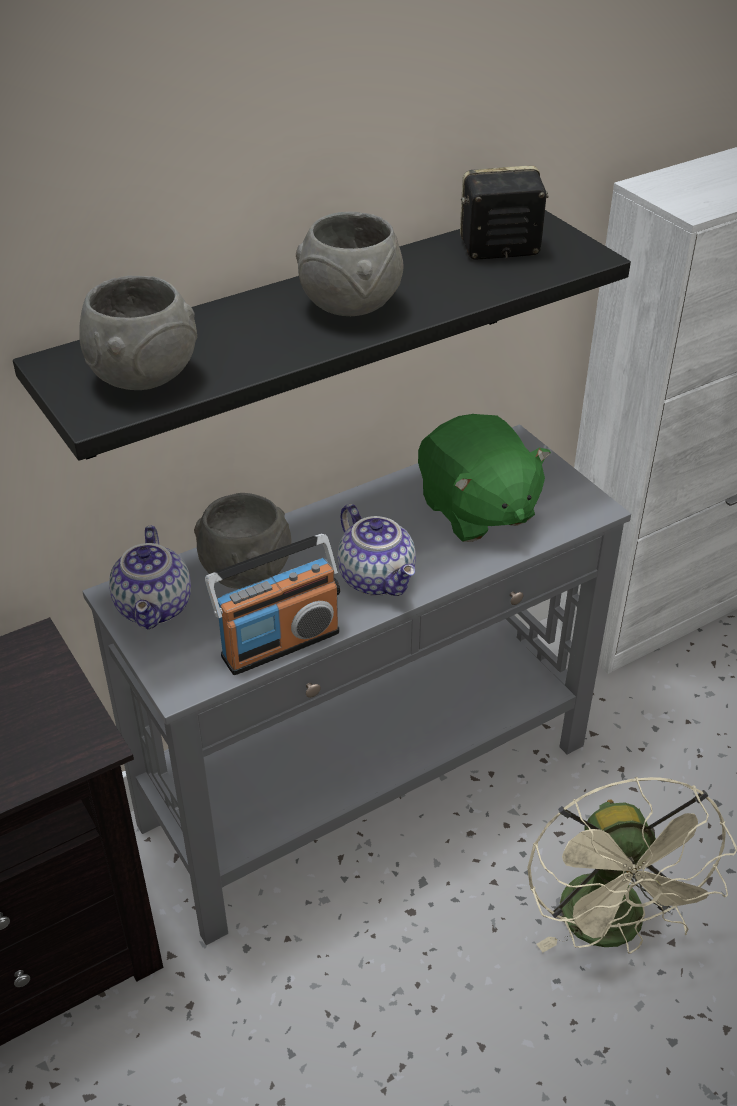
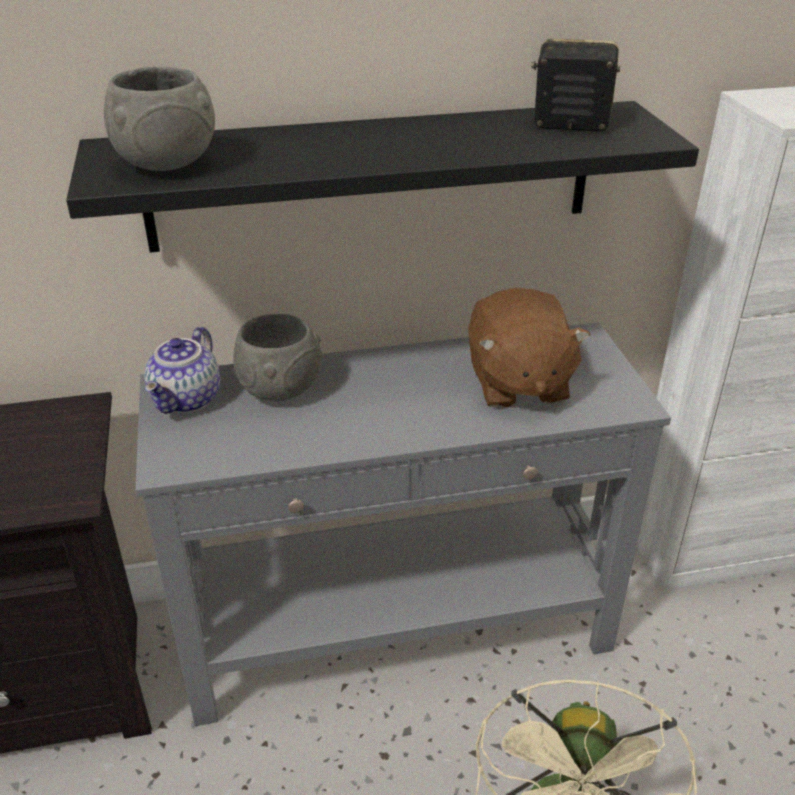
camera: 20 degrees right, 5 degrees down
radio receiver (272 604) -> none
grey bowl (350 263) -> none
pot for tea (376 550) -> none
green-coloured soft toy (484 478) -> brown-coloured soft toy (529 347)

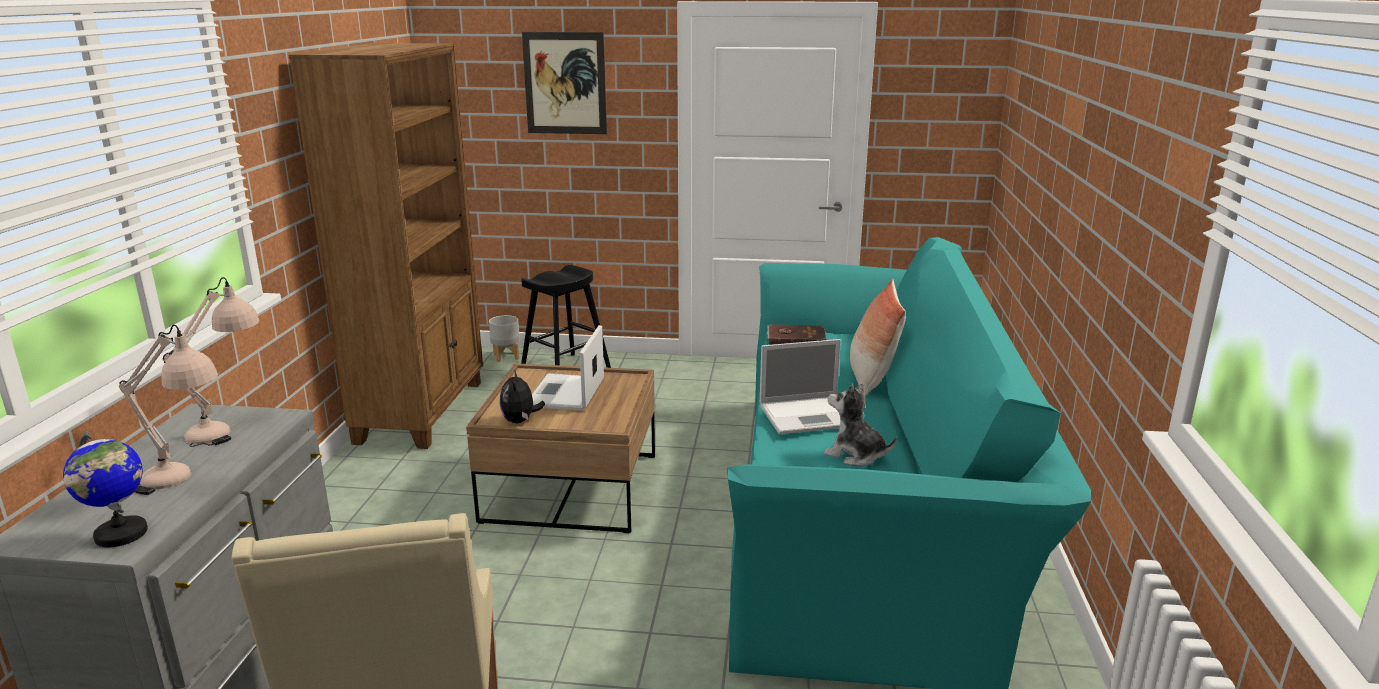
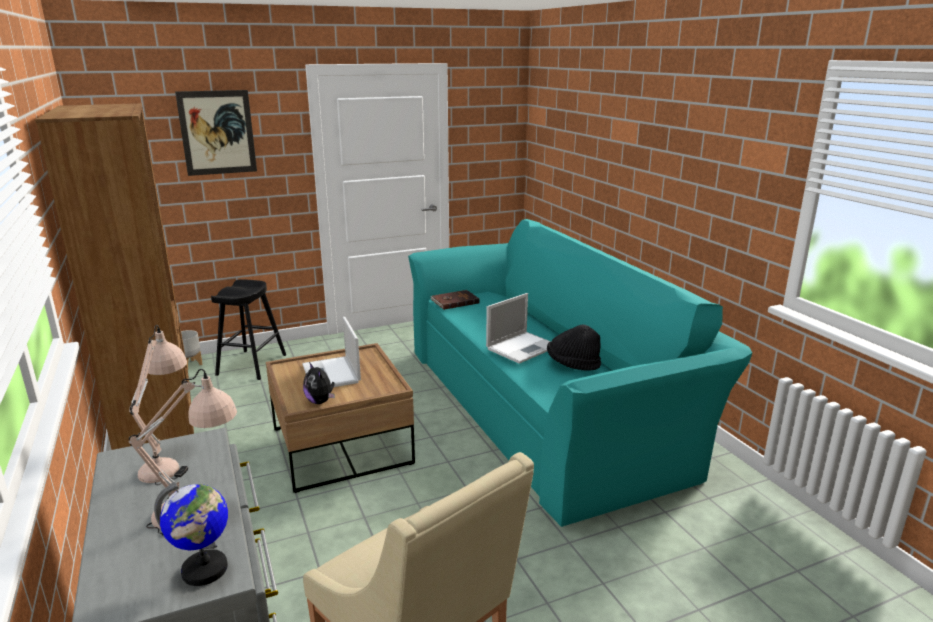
camera: 30 degrees left, 0 degrees up
pillow (878 337) -> none
soft toy (860 424) -> black clothing hat (574 348)

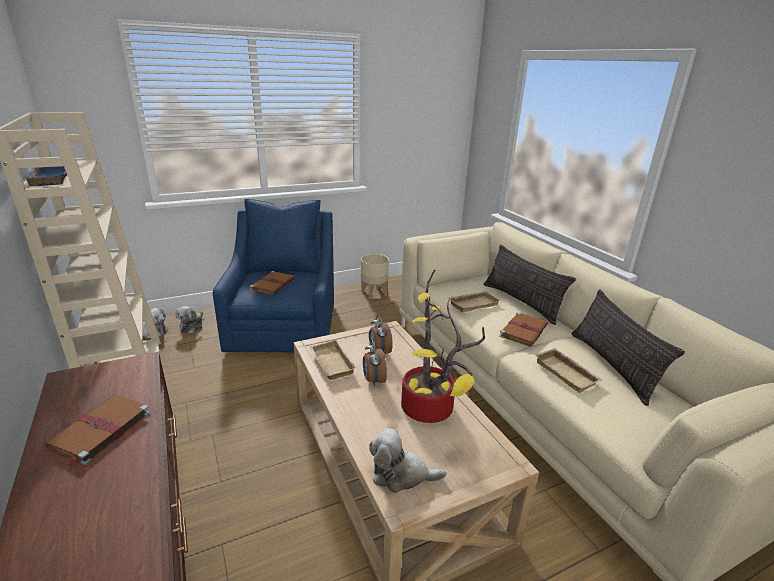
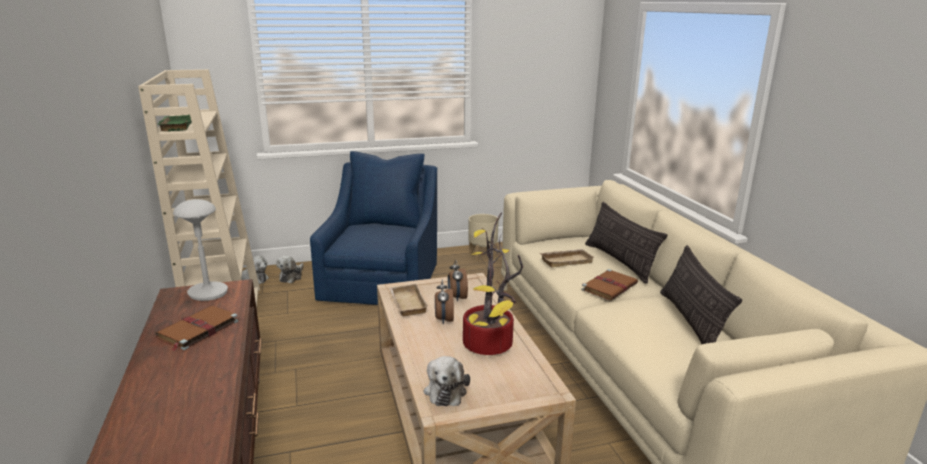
camera: 10 degrees right, 5 degrees down
brown-coloured bound book (272 283) -> none
beige-coloured carrying tray (568 370) -> none
none -> grey tabletop lamp (200 250)
blue-coloured carrying tray (45 176) -> green-coloured carrying tray (174 123)
soft toy (407 460) -> soft toy (447 381), 105 degrees counterclockwise

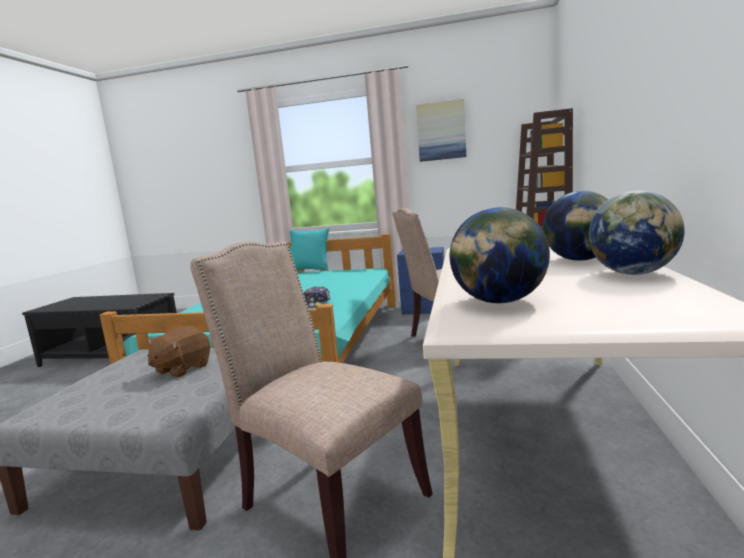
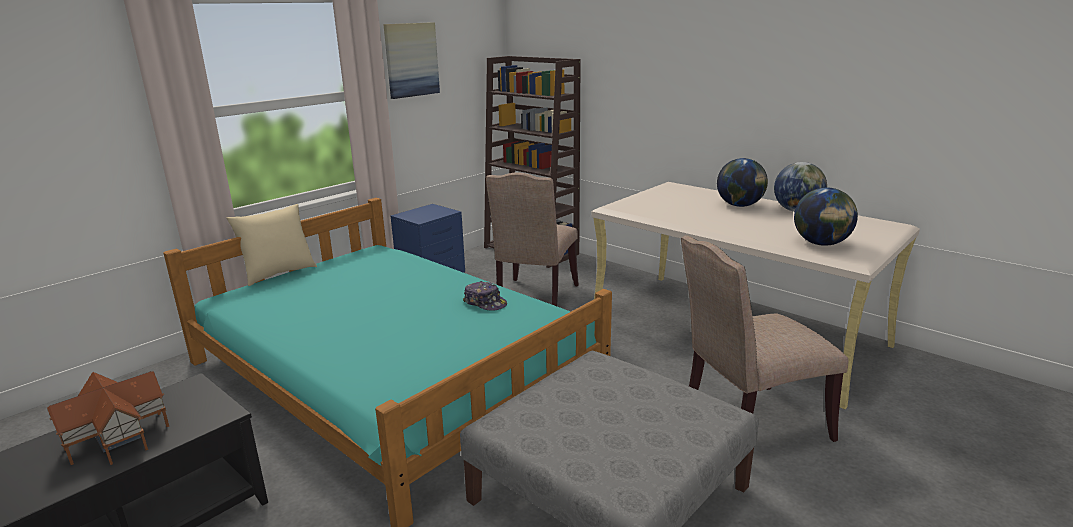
camera: 60 degrees left, 10 degrees up
brown-coloured soft toy (178 352) -> none
none -> model house (108 418)
turquoise pillow (309 249) -> beige-coloured pillow (271 245)

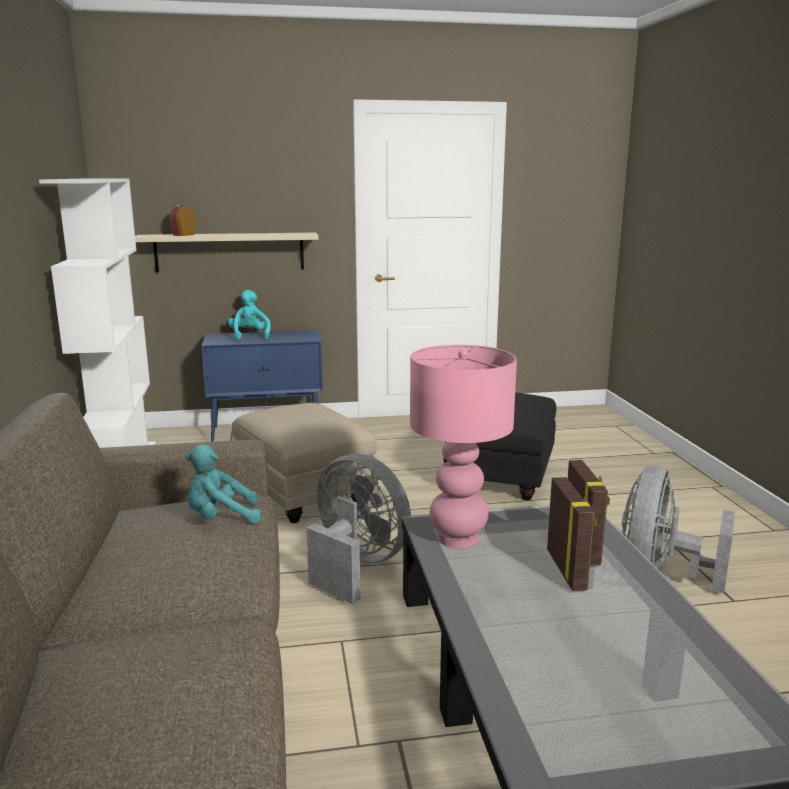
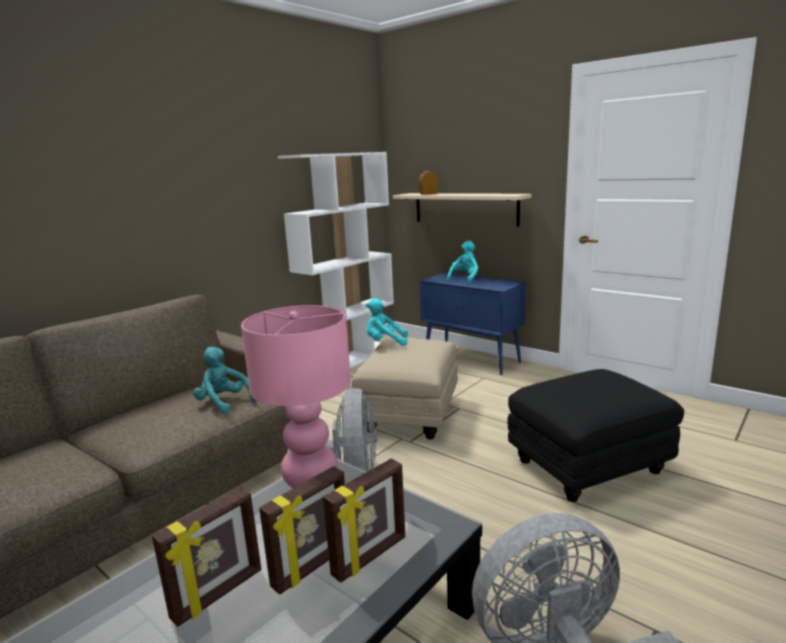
camera: 50 degrees right, 0 degrees up
none -> photo frame (206 557)
none -> turquoise soft toy (387 322)

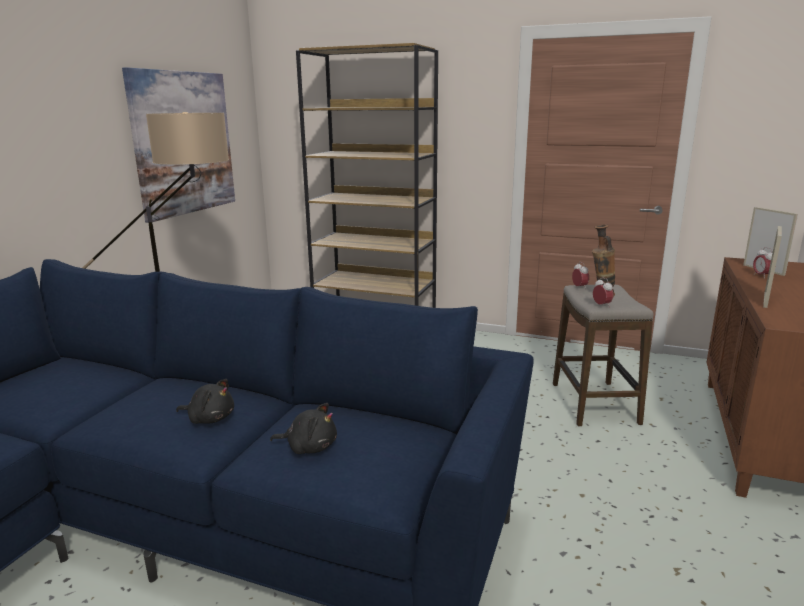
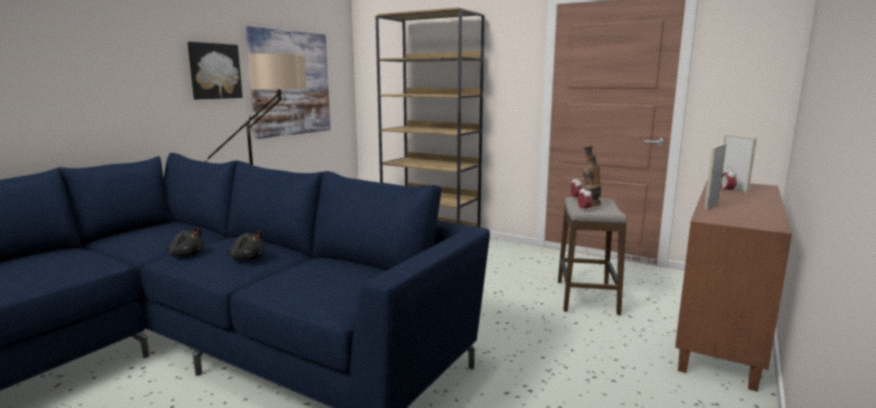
camera: 10 degrees right, 5 degrees down
none -> picture (215 70)
black soft toy (303 428) -> black soft toy (185 242), move

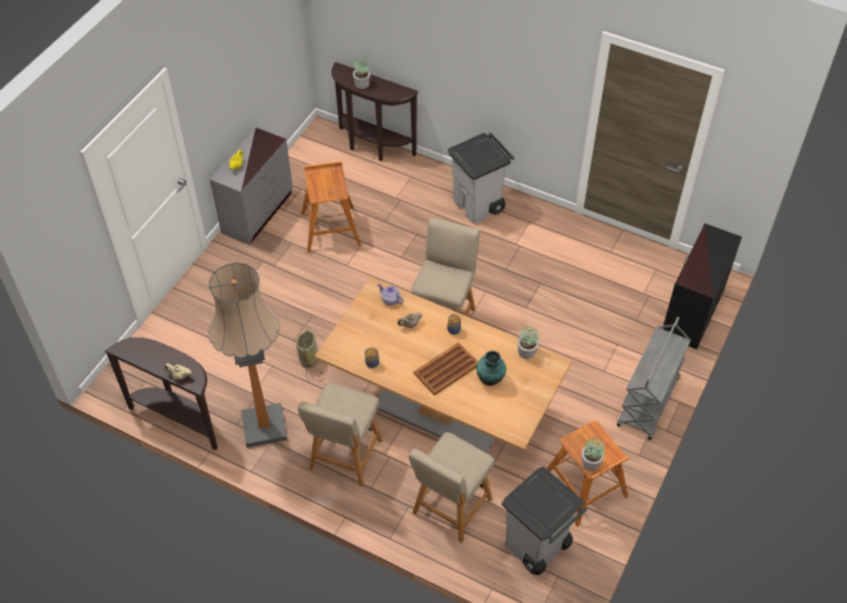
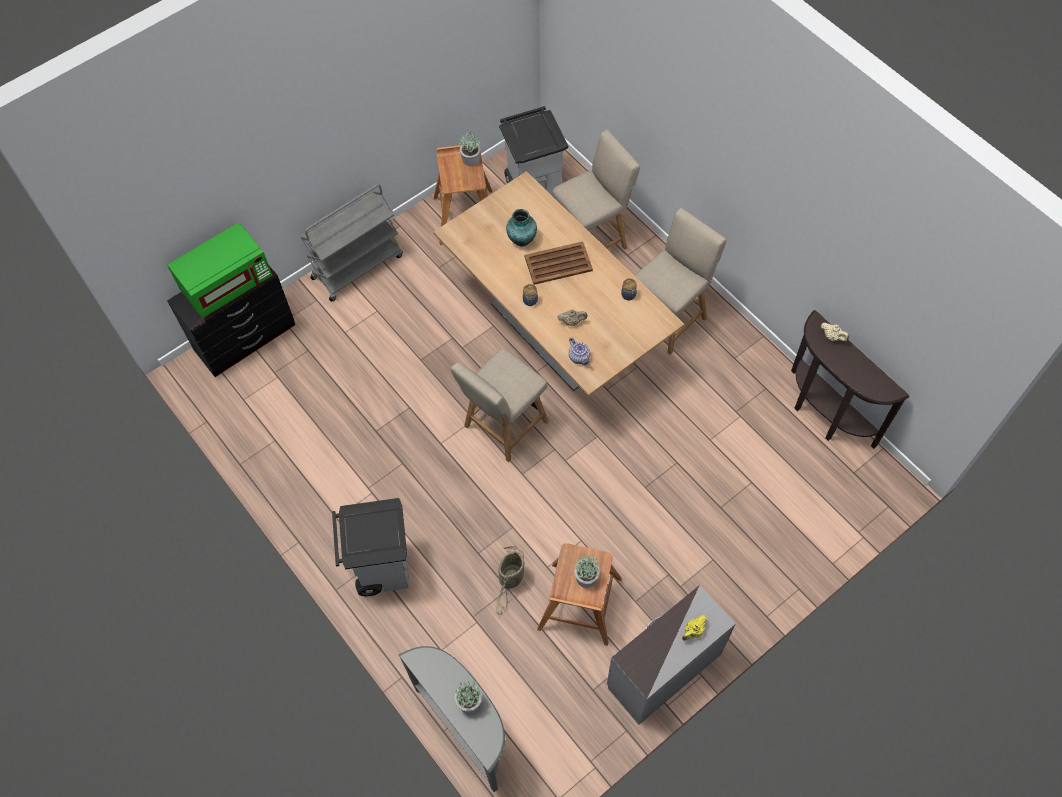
camera: 155 degrees left, 10 degrees up
floor lamp (247 355) -> none
none -> green-coloured kitchen microwave (219 270)
household basket (309 354) -> household basket (510 580), move
plant in a pot (528 342) -> plant in a pot (587 571), move
brown-coloured console table (374 111) -> grey console table (452 719)

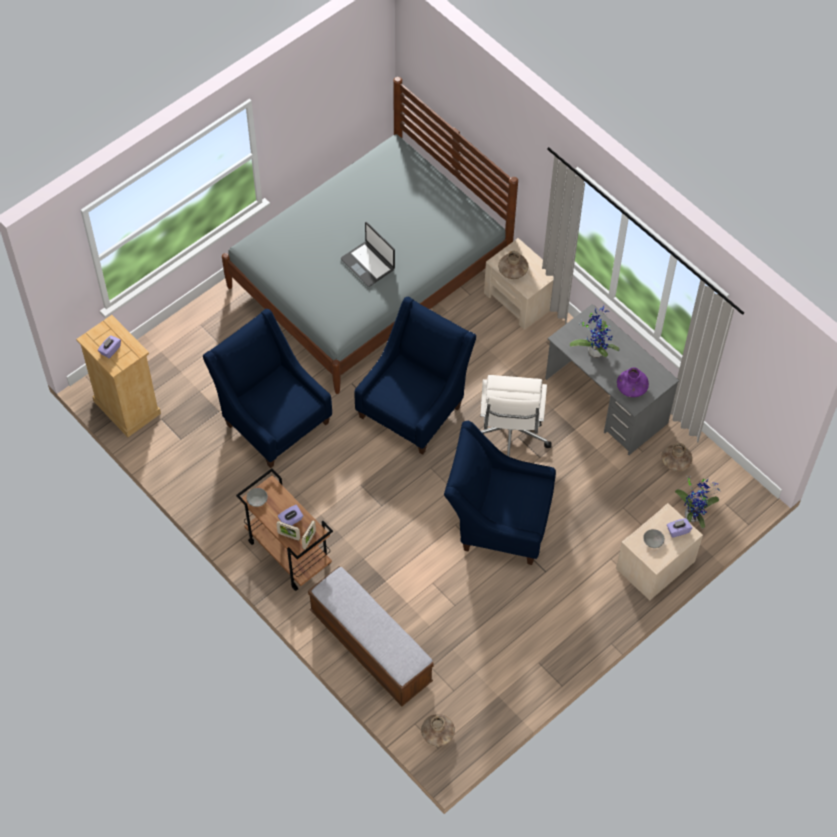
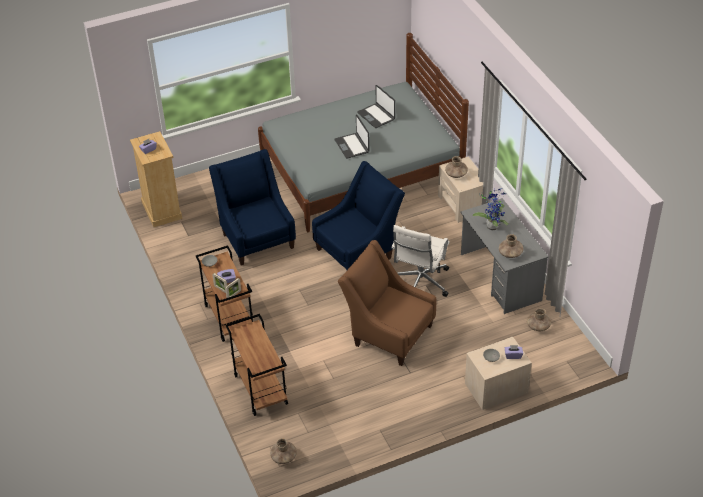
camera: 20 degrees right, 15 degrees down
plant in a pot (698 501) -> none
none -> notebook computer (376 106)
bench (370 636) -> brown-coloured cart (257 365)
blue-coloured easy chair (500 493) -> brown-coloured easy chair (387 303)
purplish decorative vase (633 382) -> brown-coloured decorative vase (511 246)

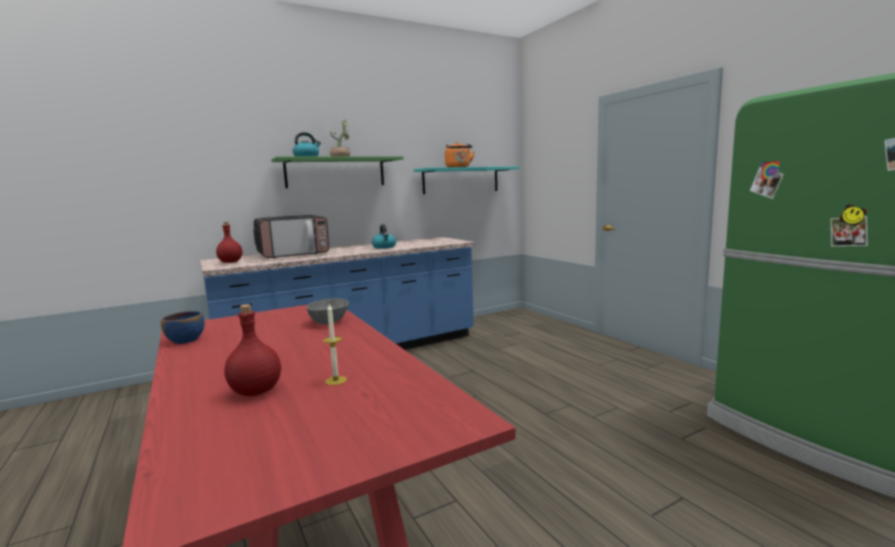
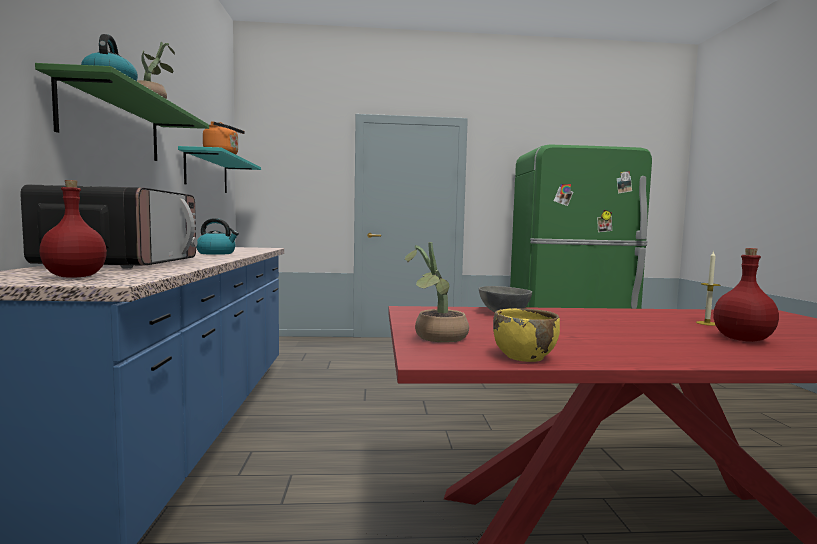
camera: 65 degrees left, 5 degrees down
none -> plant in a pot (437 292)
blue-coloured bowl (182 327) -> yellow-coloured bowl (526 335)

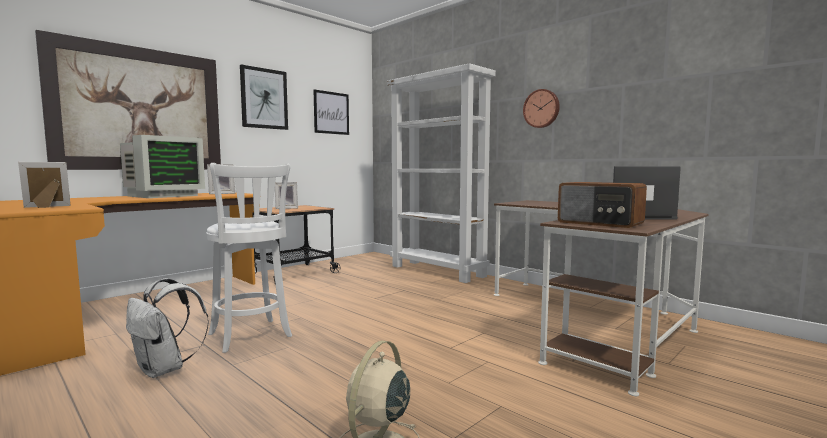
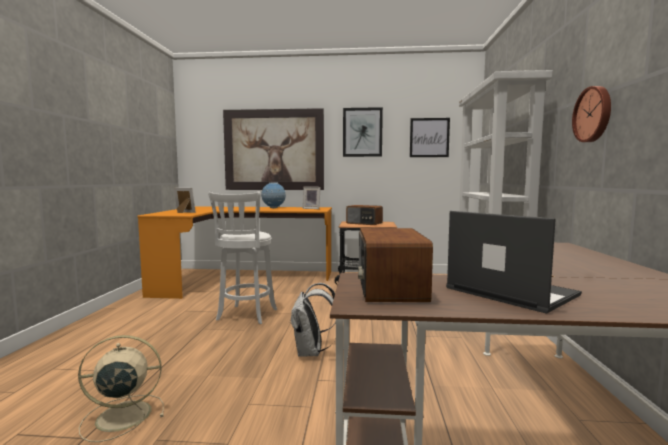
camera: 50 degrees right, 0 degrees up
white-coloured rucksack (167 328) -> white-coloured rucksack (313 320), move
computer display (162 166) -> world globe (273 195)
photo frame (286 195) -> radio receiver (364 215)

